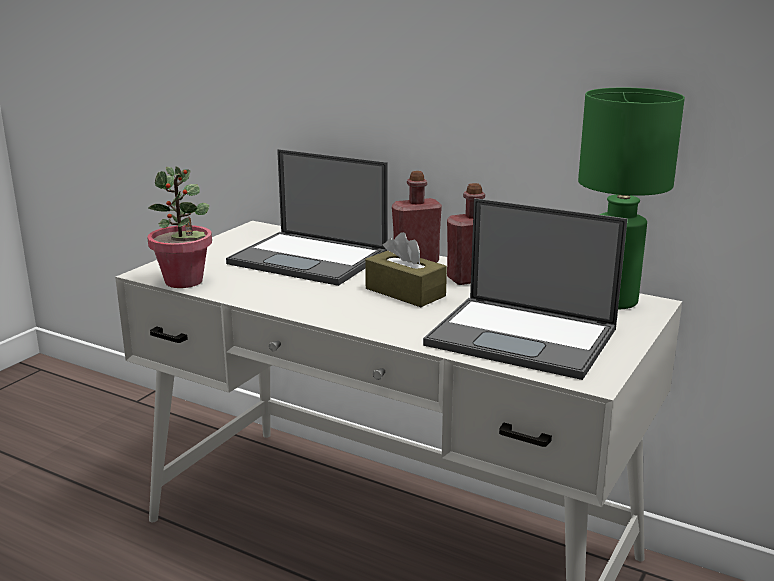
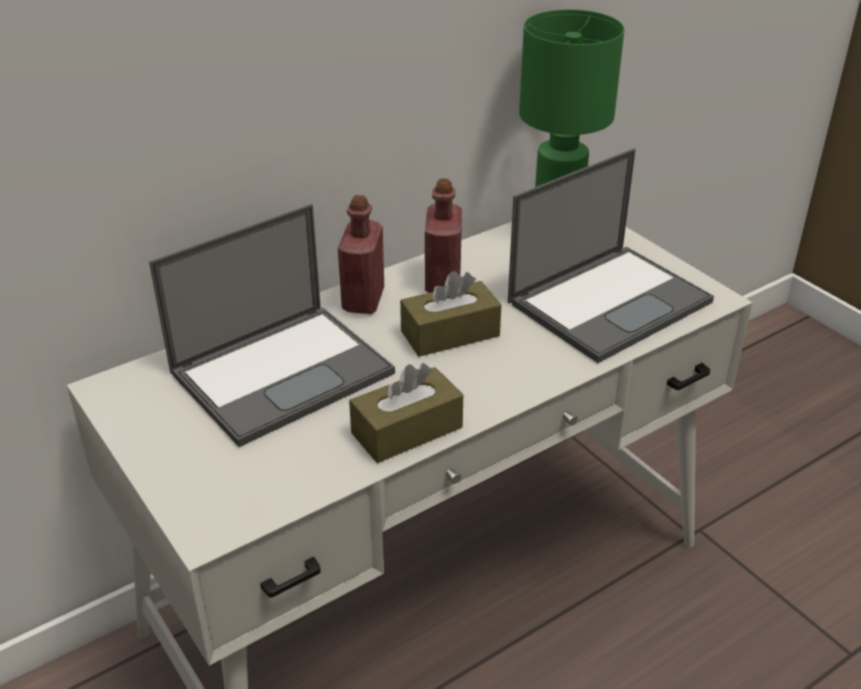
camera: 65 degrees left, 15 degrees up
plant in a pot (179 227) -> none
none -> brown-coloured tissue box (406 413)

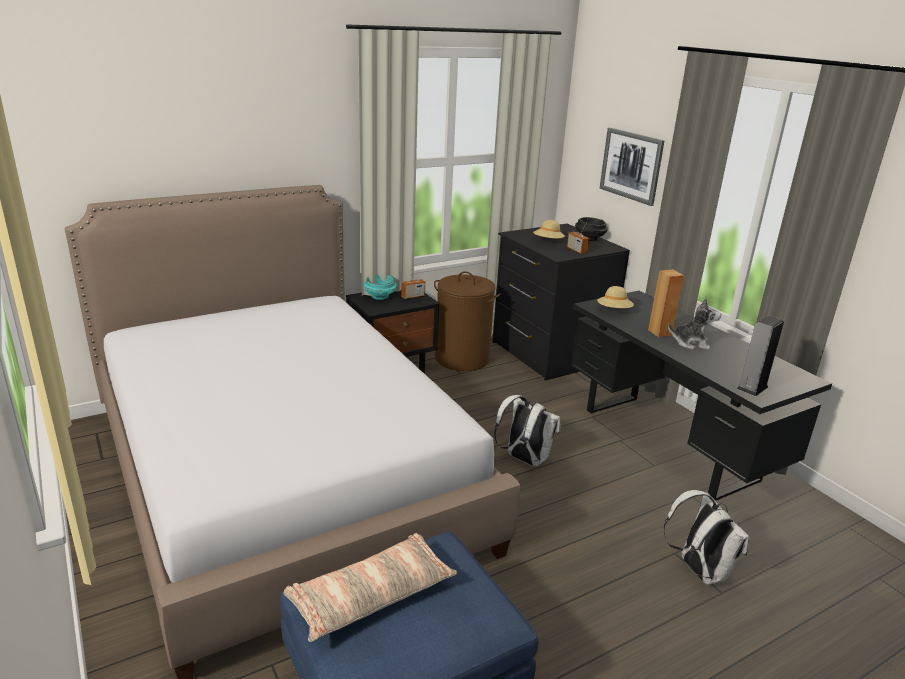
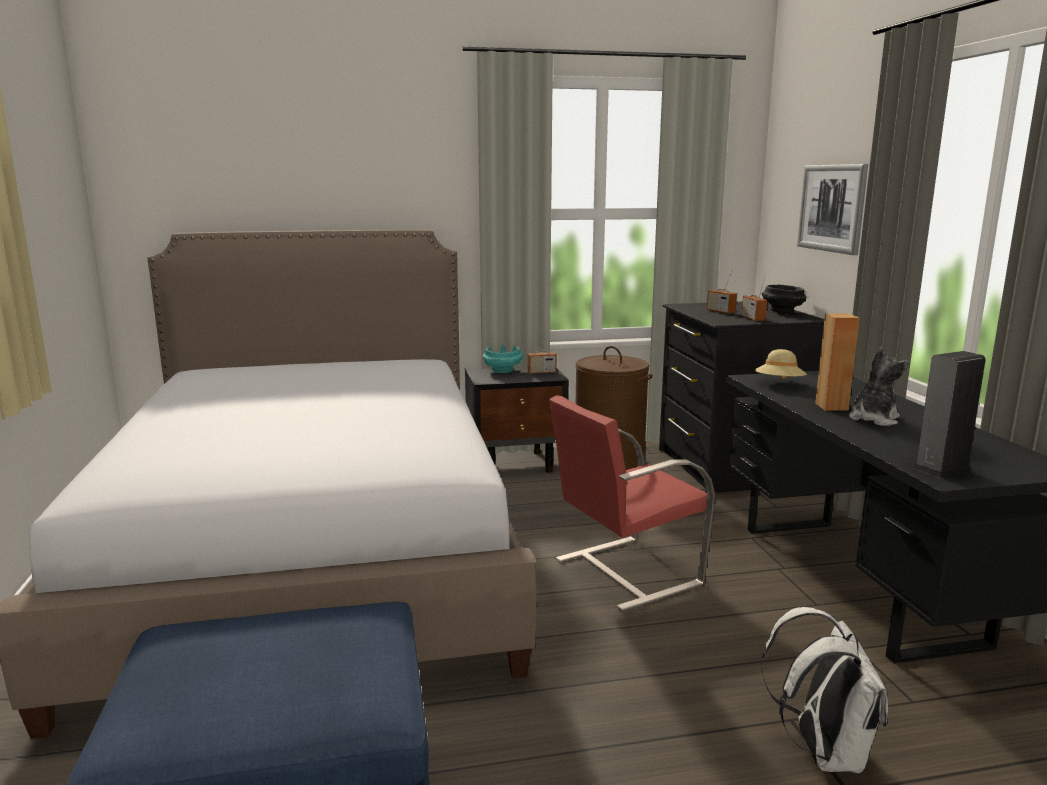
camera: 20 degrees right, 10 degrees down
pillow (370 587) -> none
white-coloured rucksack (527 430) -> reddish chair (632 503)
beige-coloured clothing hat (549 229) -> radio receiver (722 291)
soft toy (694 324) -> soft toy (879 386), 75 degrees counterclockwise

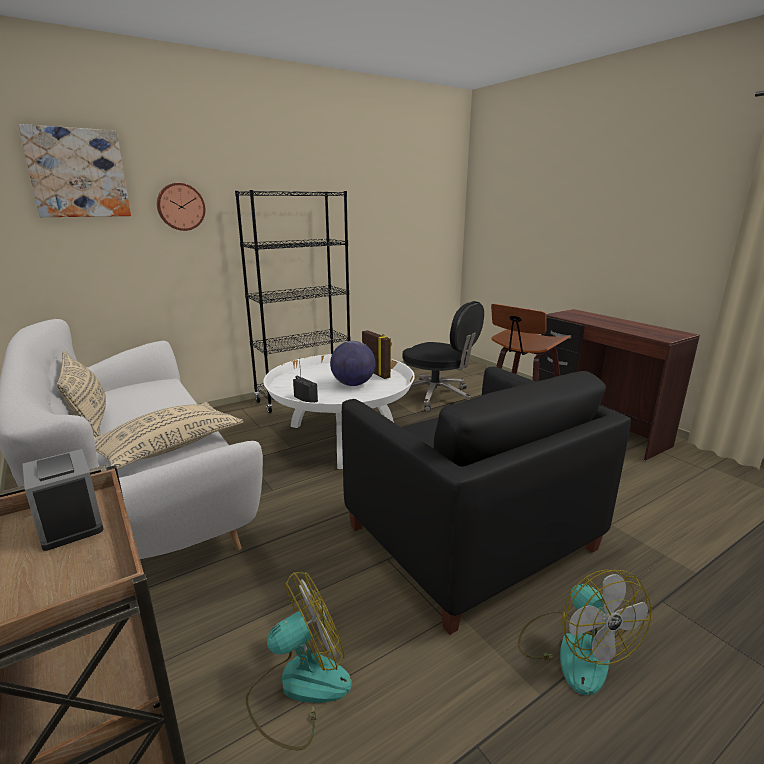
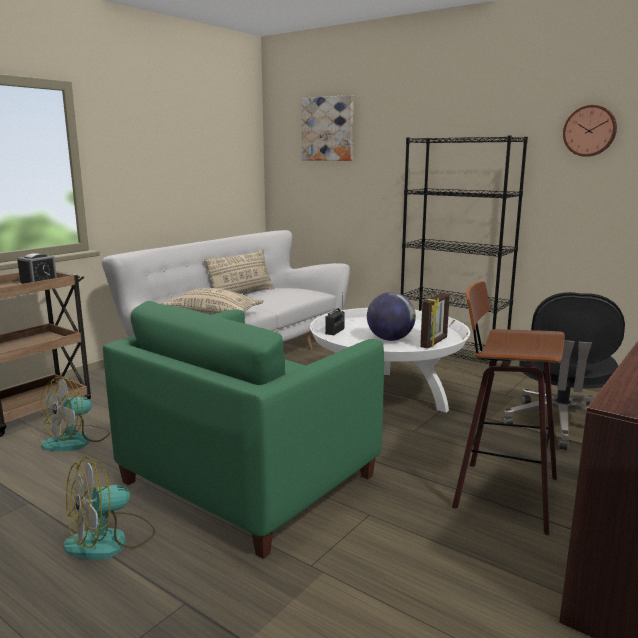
camera: 70 degrees right, 5 degrees down
wall clock (181 207) -> wall clock (590 131), move
black easy chair (486 500) -> green-coloured easy chair (243 430)
electric fan (299 661) -> electric fan (75 413), 90 degrees clockwise

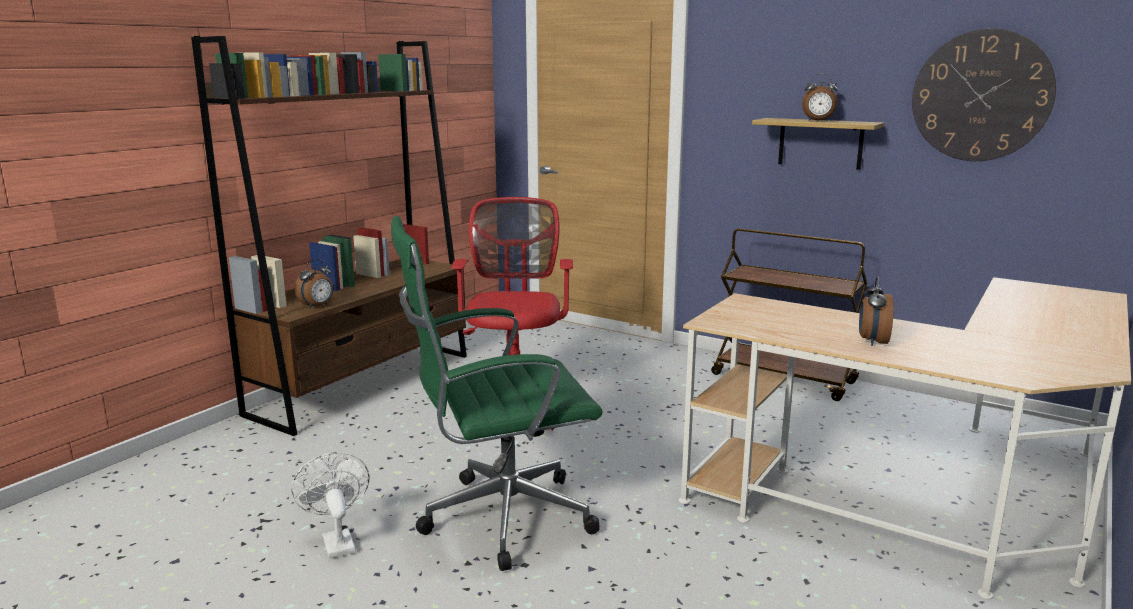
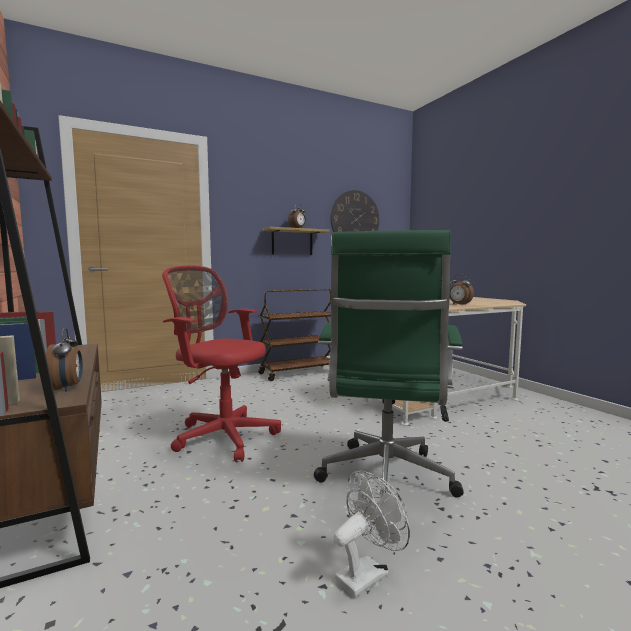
camera: 60 degrees left, 10 degrees down
white-coloured electric fan (330 505) -> white-coloured electric fan (372 534), 135 degrees clockwise

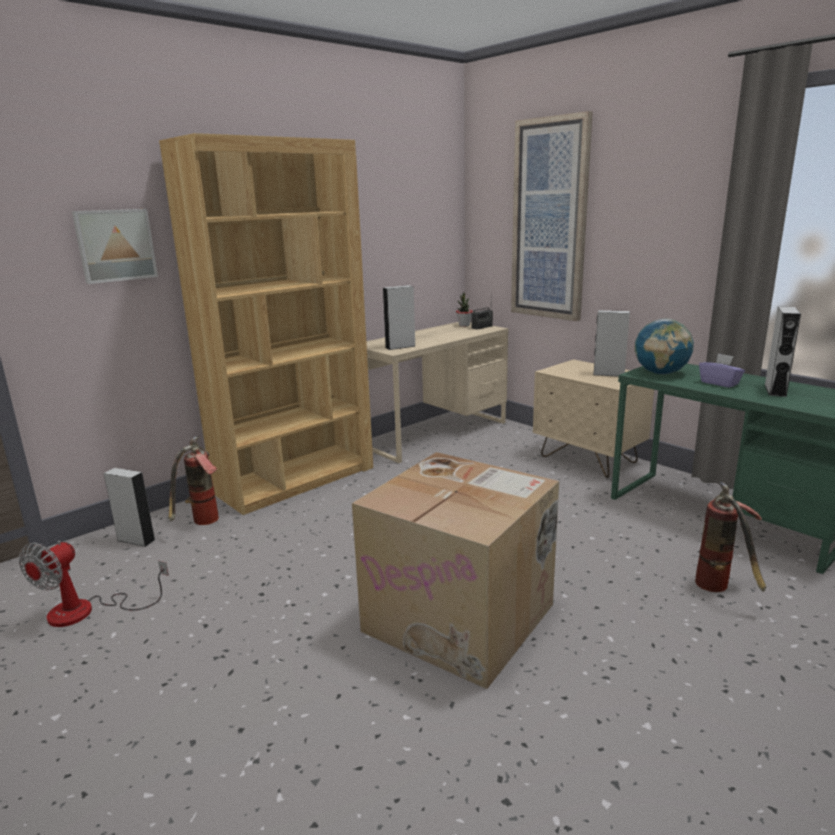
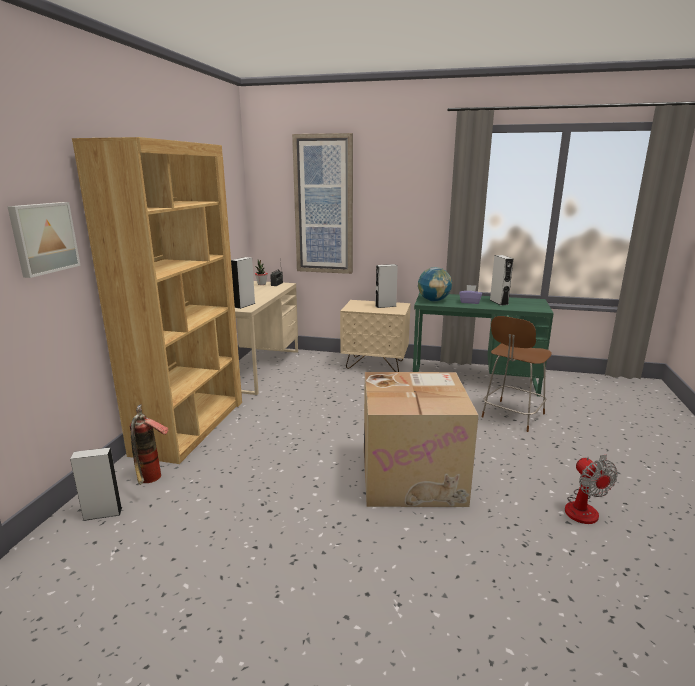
camera: 35 degrees left, 0 degrees up
electric fan (94 583) -> electric fan (591 489), move
extinguisher (730 536) -> brown-coloured chair (517 374)

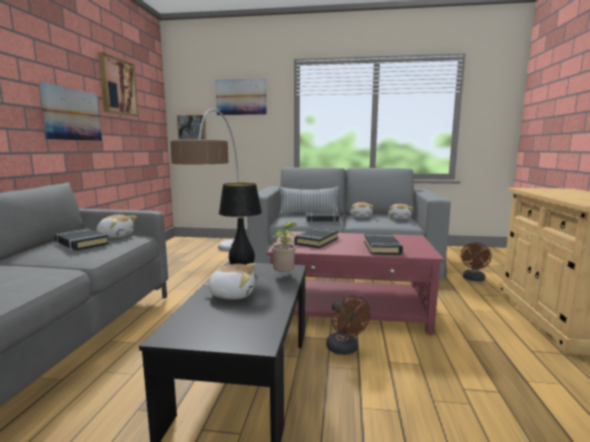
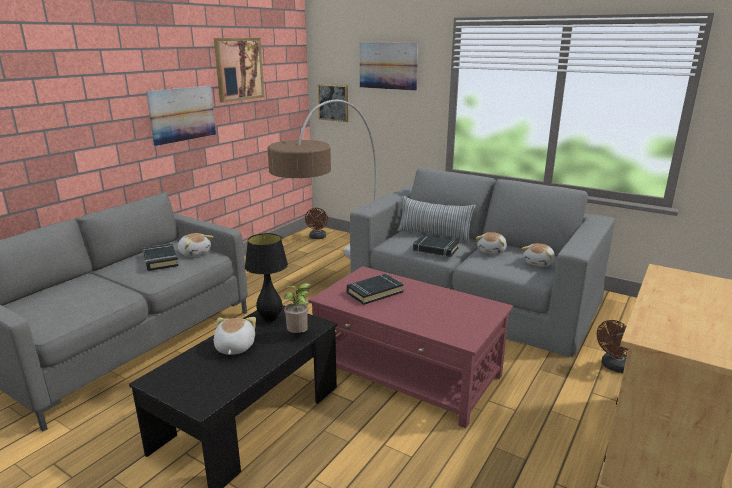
camera: 25 degrees right, 10 degrees up
black bound book (383 244) -> none
brown-coloured electric fan (348 325) -> brown-coloured electric fan (316 223), move
soft toy (230 281) -> soft toy (235 336), 120 degrees counterclockwise

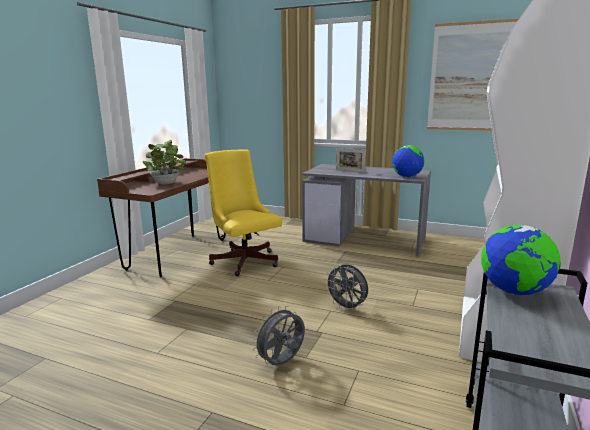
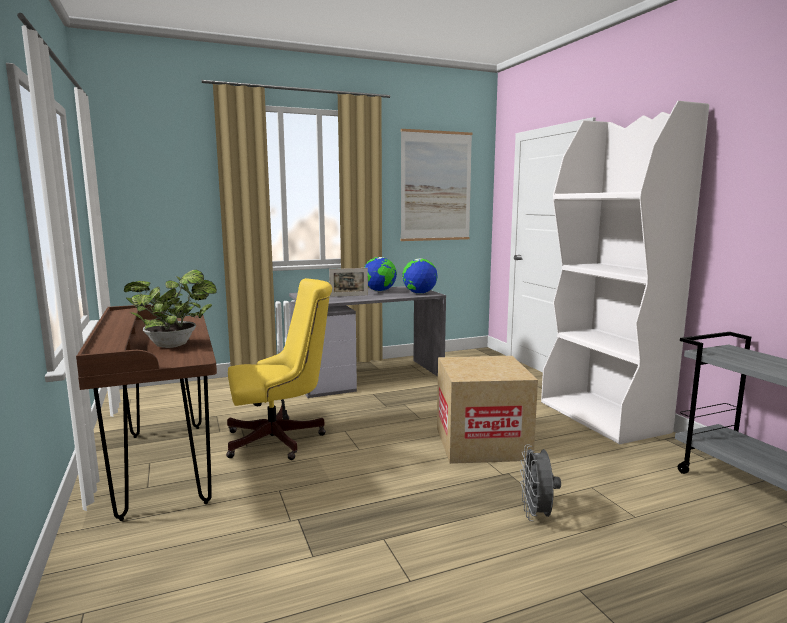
camera: 45 degrees left, 5 degrees down
world globe (521 260) -> world globe (380 274), move
grey electric fan (346 287) -> packing box (487 410)
yellow-coloured desk chair (243 212) -> yellow-coloured desk chair (279 369), 150 degrees clockwise

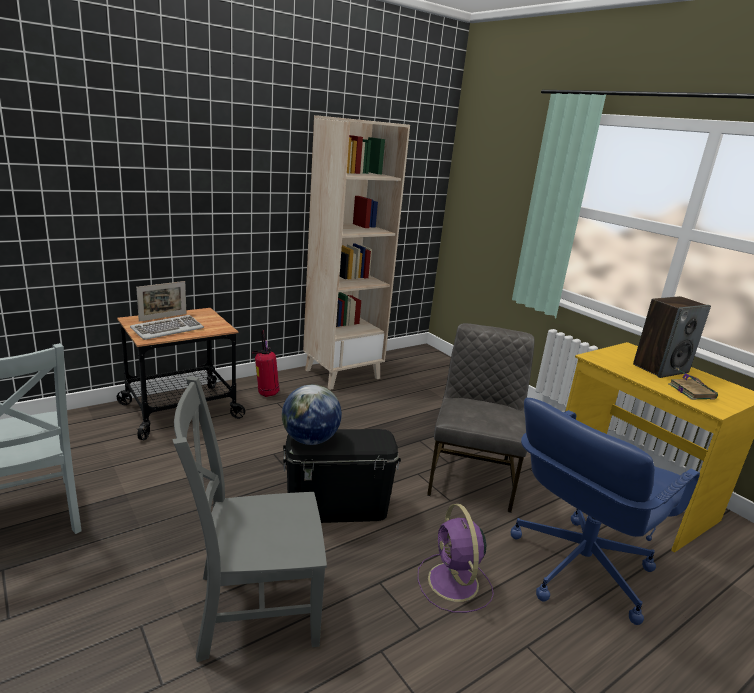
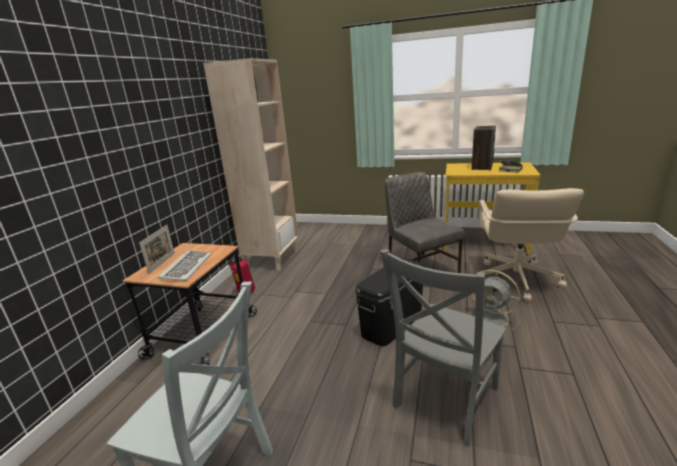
camera: 35 degrees left, 0 degrees up
world globe (312 414) -> none
purplish electric fan (456 558) -> grey electric fan (493 301)
blue-coloured desk chair (605 511) -> beige-coloured desk chair (531 244)

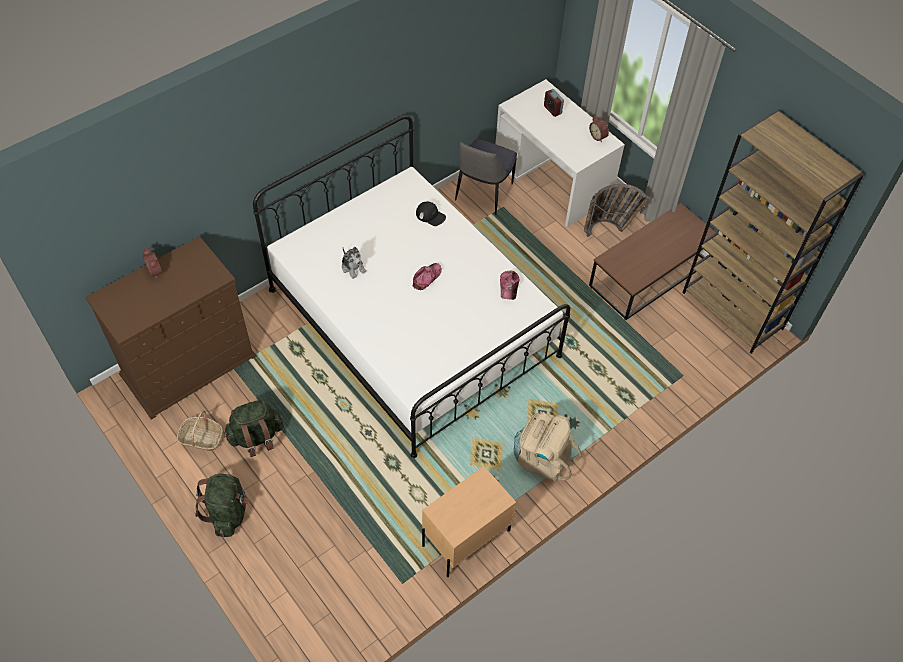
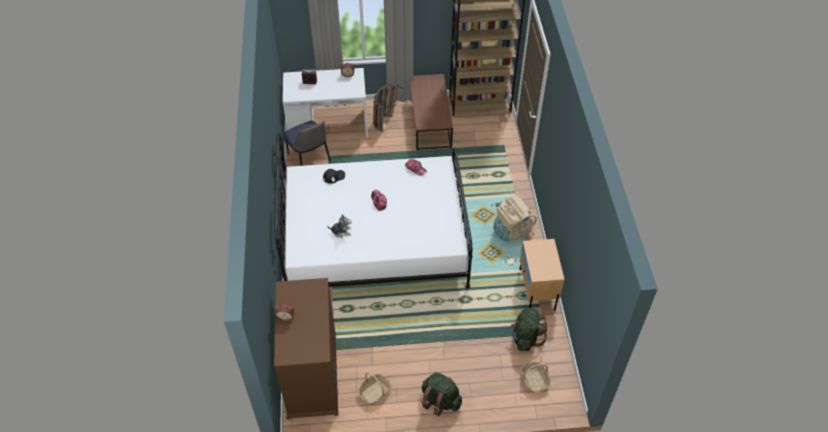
camera: 55 degrees left, 5 degrees down
none -> household basket (536 377)
green-coloured rucksack (254 429) -> green-coloured rucksack (529 330), move

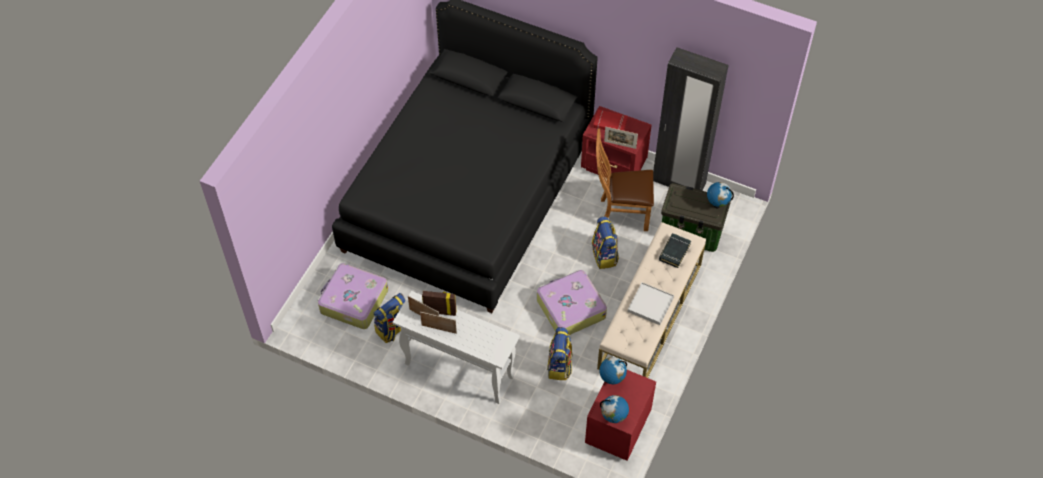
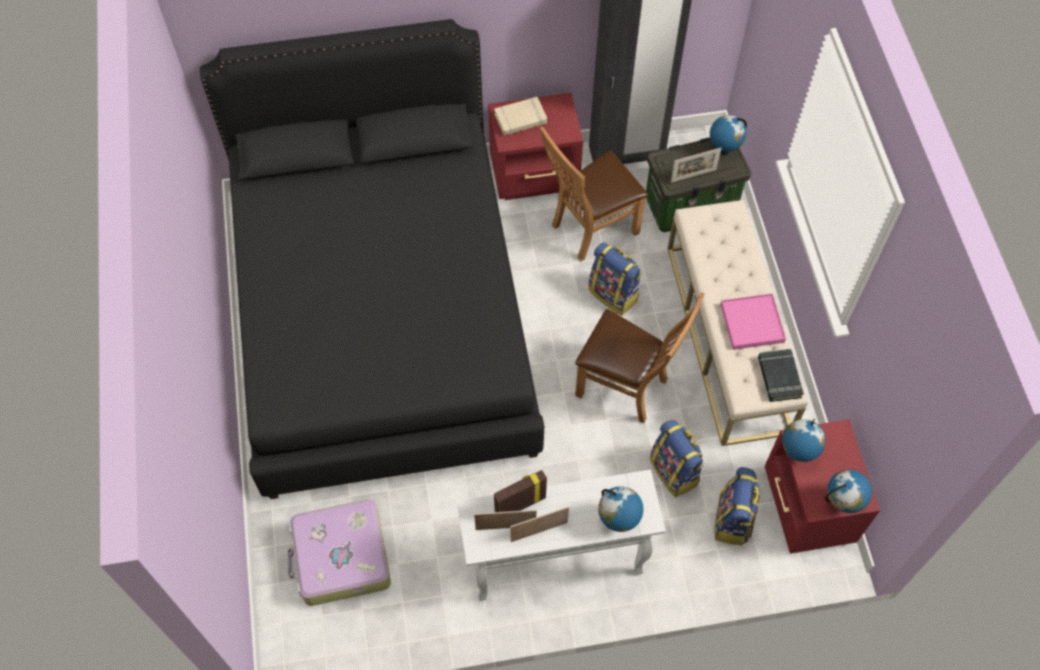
camera: 35 degrees left, 5 degrees up
none -> world globe (621 509)
rucksack (390 318) -> rucksack (737 506), move
photo frame (621 138) -> photo frame (696 165), move
black bound book (675 250) -> black bound book (781 375), move
piece of luggage (572 302) -> brown-coloured chair (640 357)
reddish bound book (610 120) -> beige-coloured bound book (520 116)
white-coloured carrying tray (650 303) -> pink-coloured carrying tray (753 321)

